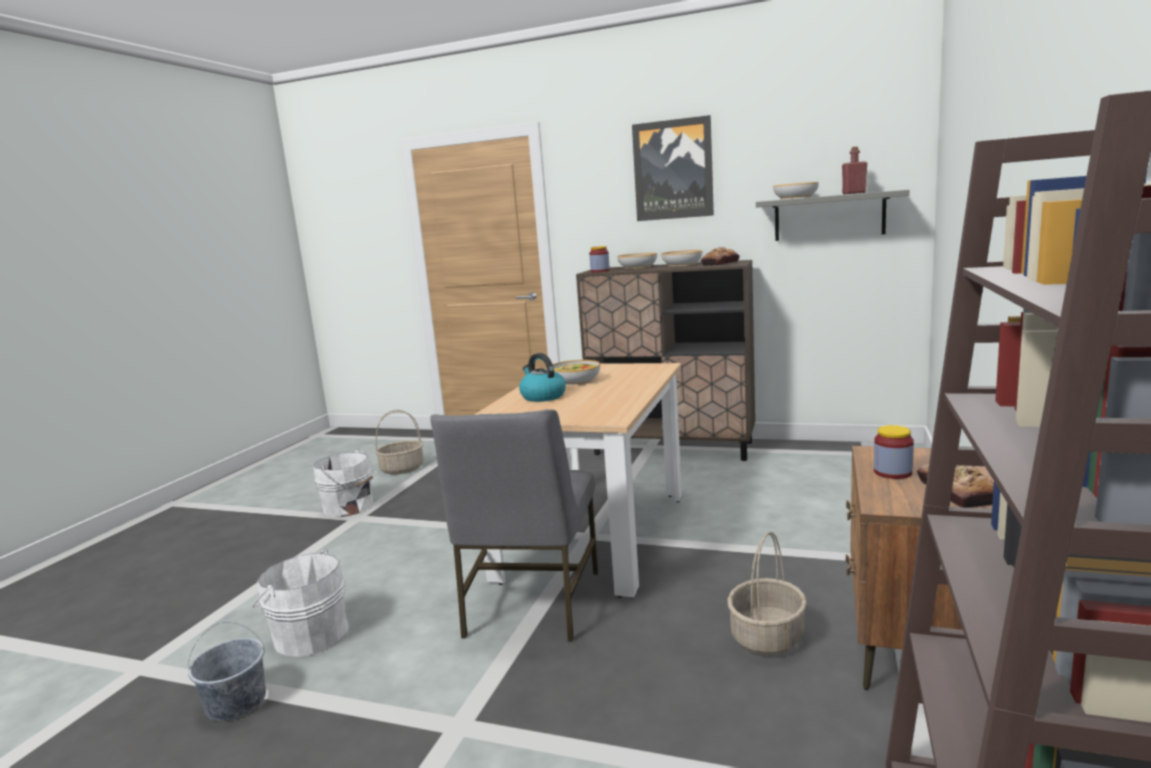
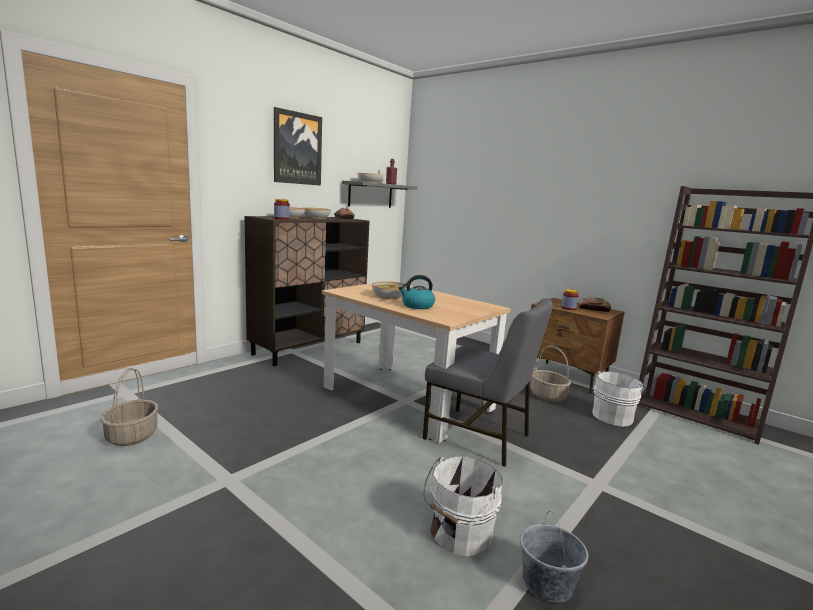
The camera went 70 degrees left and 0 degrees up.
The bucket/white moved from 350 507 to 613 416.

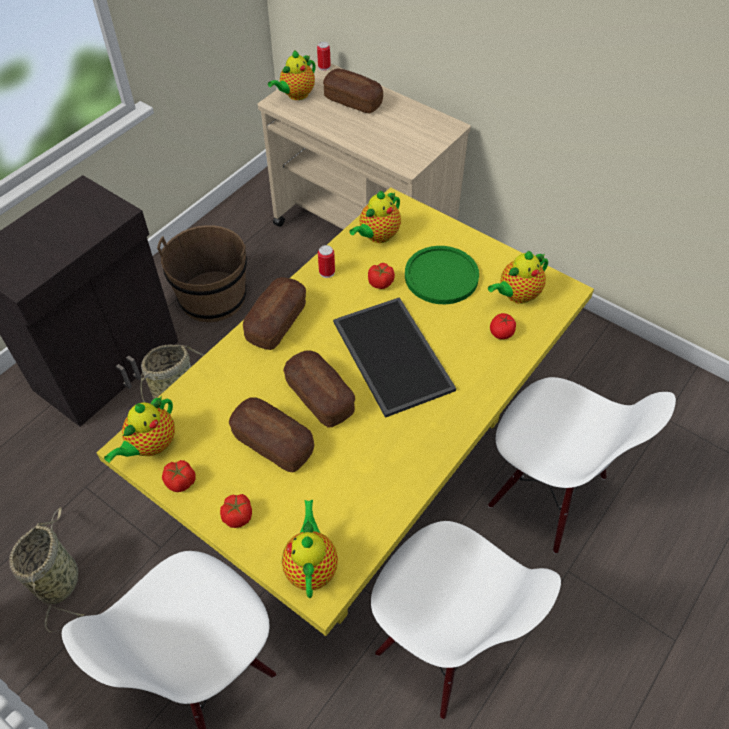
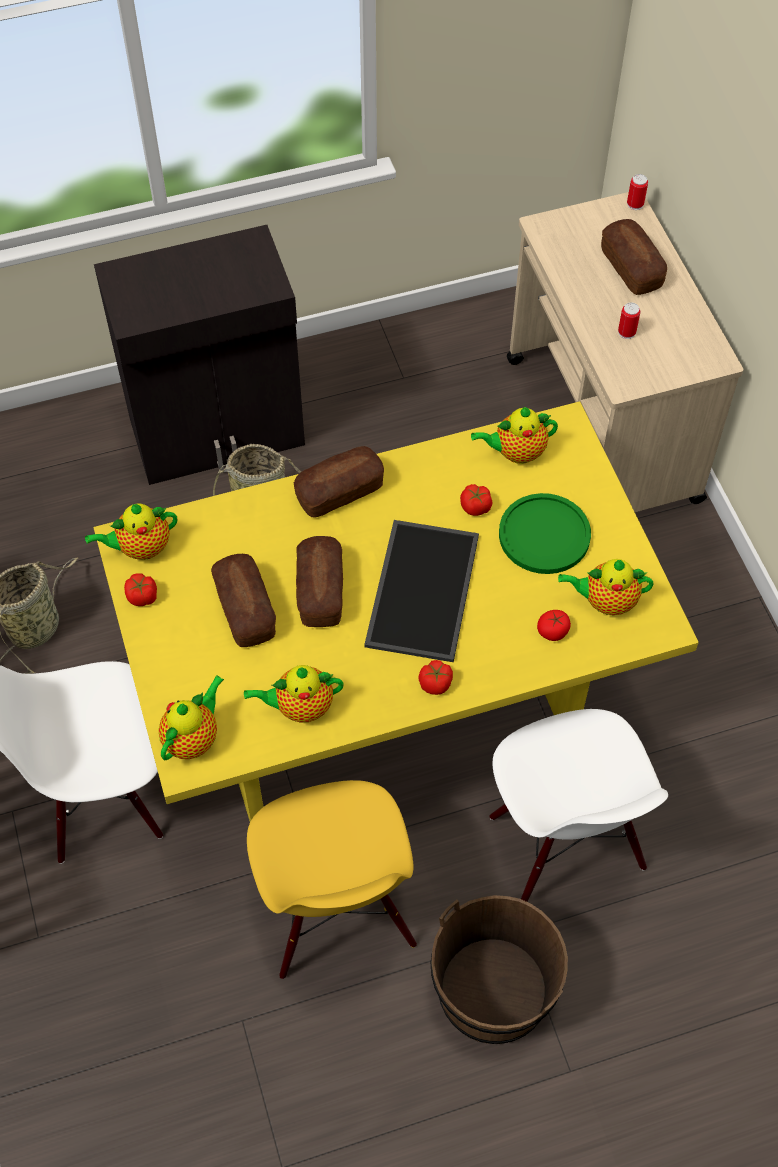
The camera went 35 degrees right and 5 degrees up.
The teapot moved from 296 95 to 300 707.
The bucket/brown moved from 213 297 to 493 991.
The can moved from 327 272 to 626 332.
The tomato moved from 238 516 to 435 683.
The chair/white at 444 642 became the chair/yellow at 336 914.

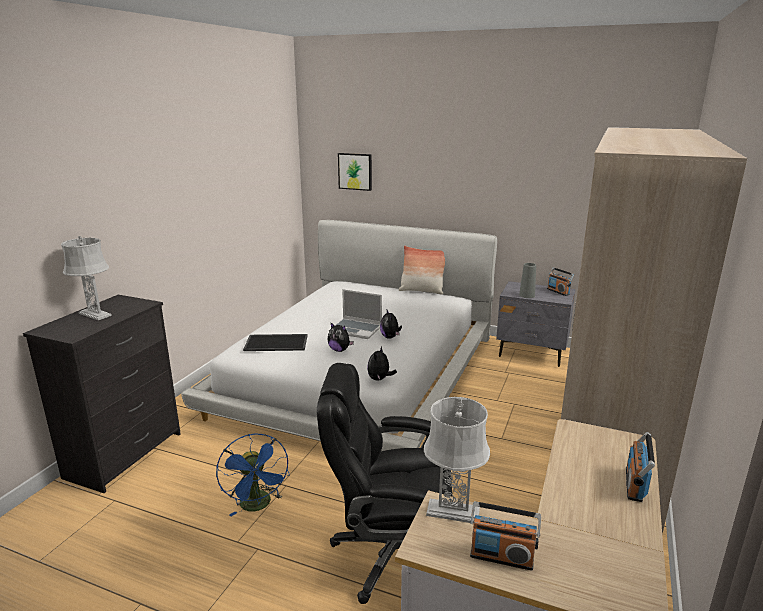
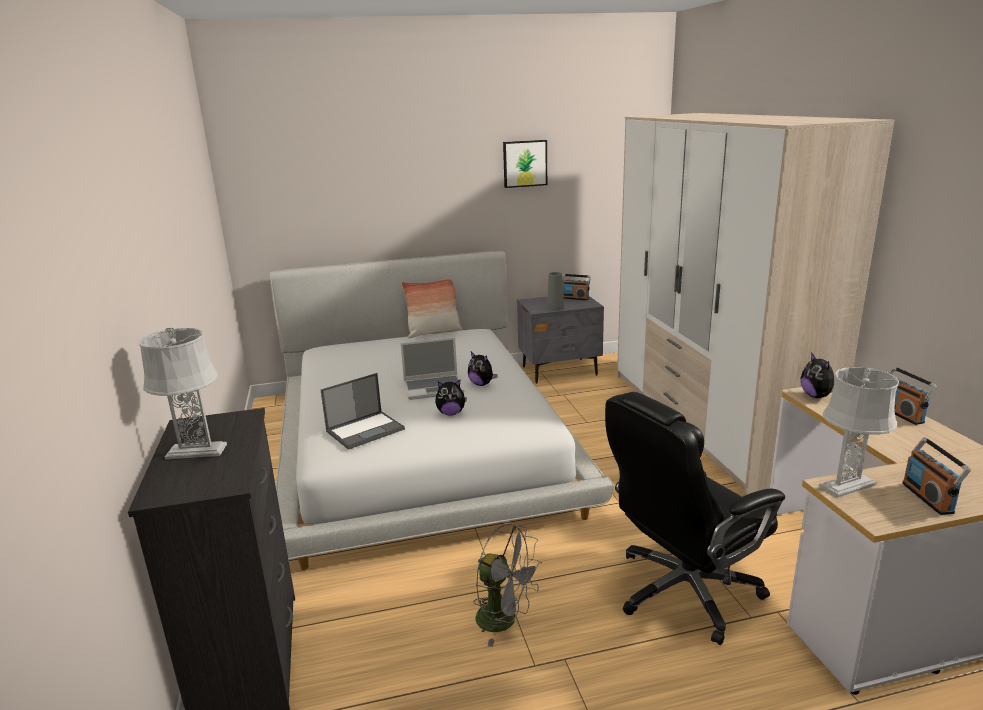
The camera went 35 degrees left and 0 degrees up.
The picture moved from 355 171 to 524 163.
The tray at 277 342 was replaced by the laptop at 366 430.
The plush toy moved from 379 379 to 817 396.
The fan/blue at 258 506 became the fan/grey at 505 620.
The radio at 501 557 turned 105 degrees clockwise.

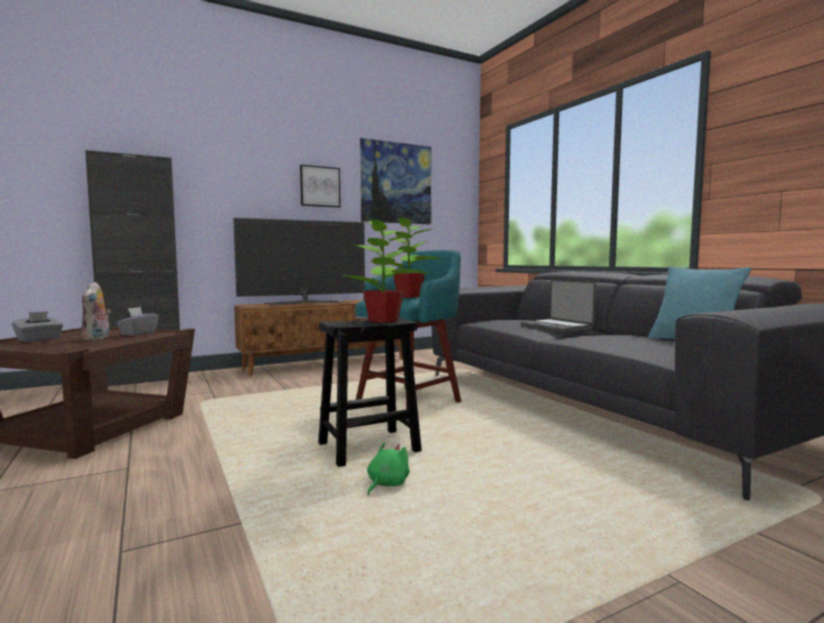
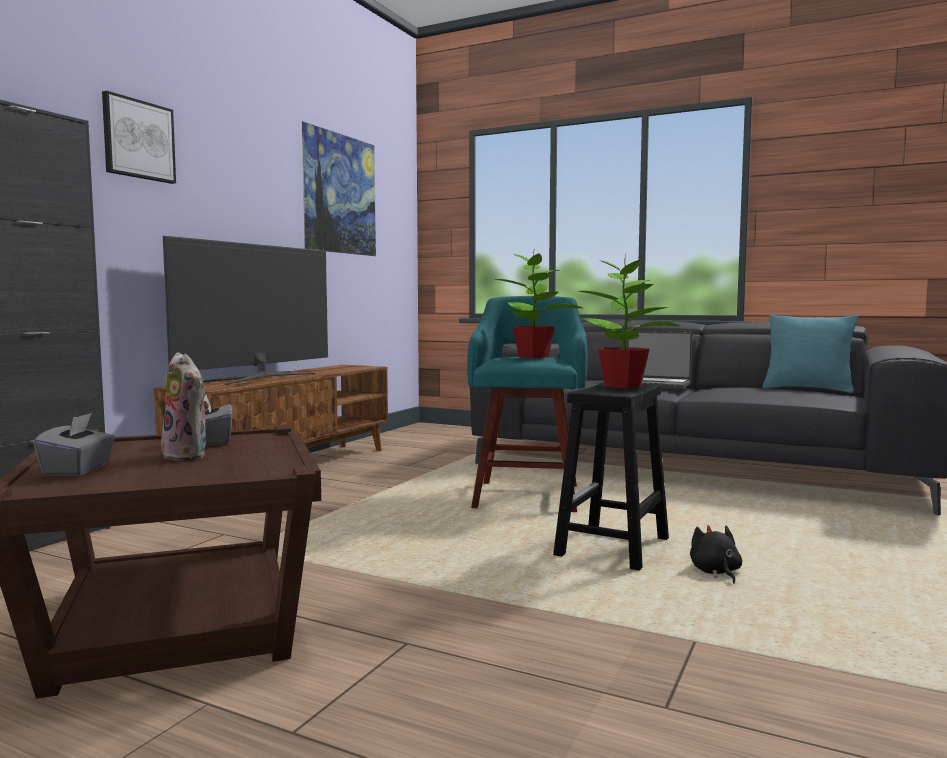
The camera went 35 degrees left and 0 degrees up.
The picture moved from 320 186 to 138 140.
The plush toy/green at 386 484 became the plush toy/black at 715 572.

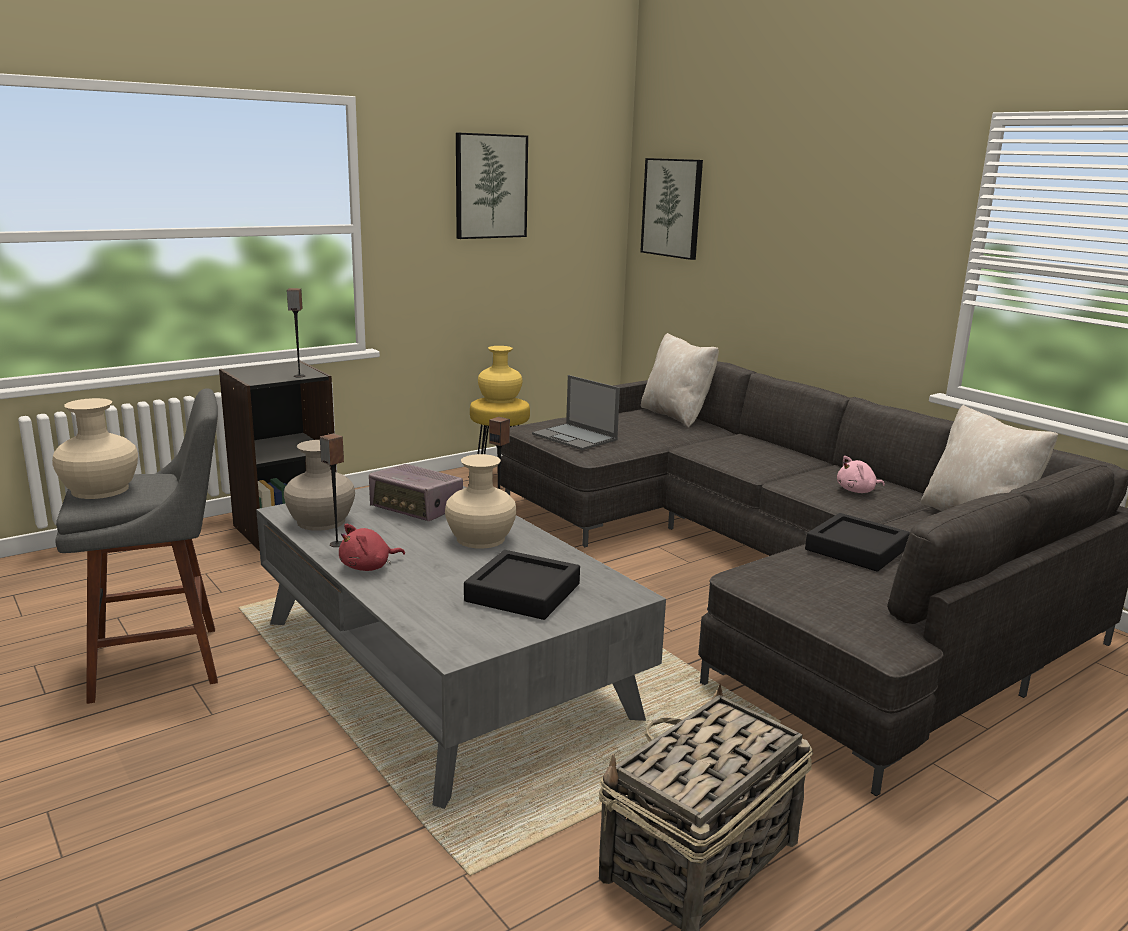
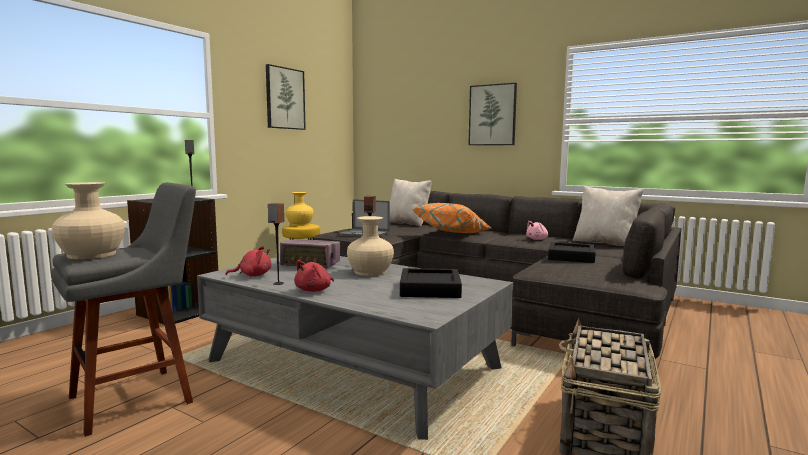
The camera went 20 degrees left and 10 degrees down.
The picture moved from 672 208 to 492 115.
The vase/beige at 321 521 was replaced by the plush toy/red at 253 275.
The pillow/orange at 453 233 appeared.

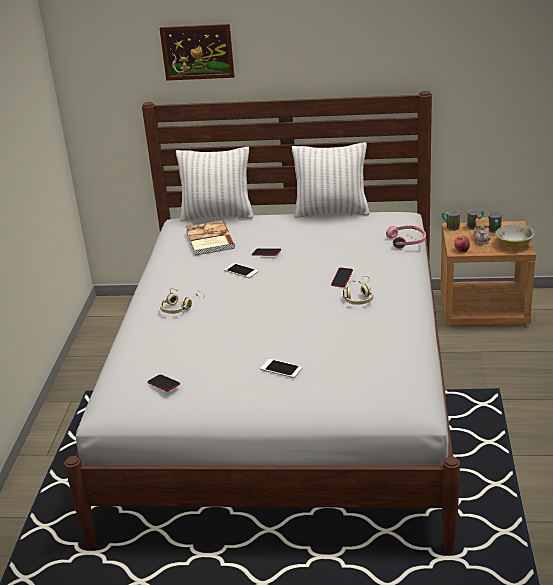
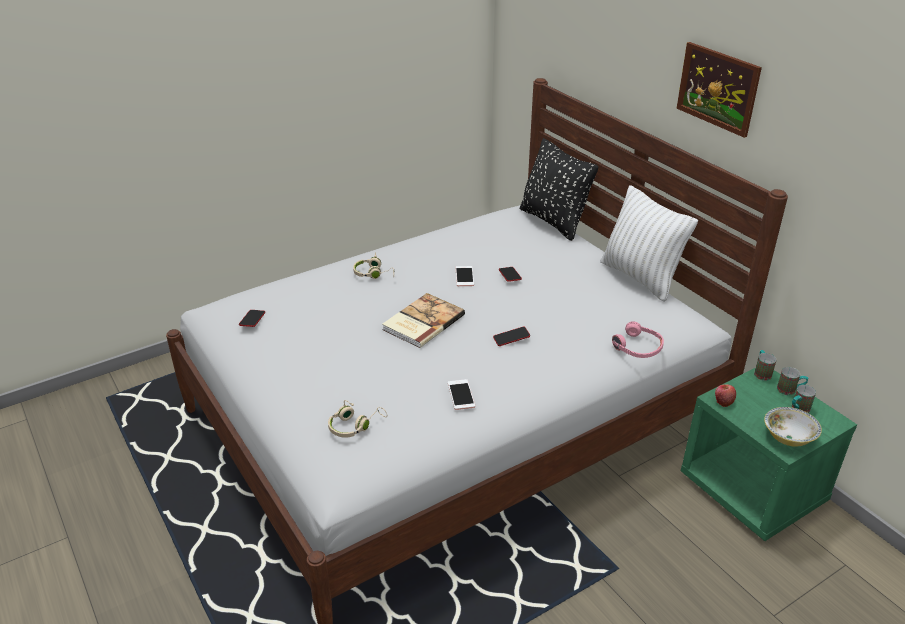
The camera went 50 degrees right and 5 degrees up.
The picture moved from 197 52 to 717 88.
The pillow/white at 217 215 became the pillow/black at 553 222.
The teapot at 481 239 disappeared.
The book moved from 209 240 to 422 322.
The nightstand/brown at 484 309 became the nightstand/green at 753 490.
The headphones/beige moved from 359 297 to 355 425.
The phone moved from 281 369 to 461 395.

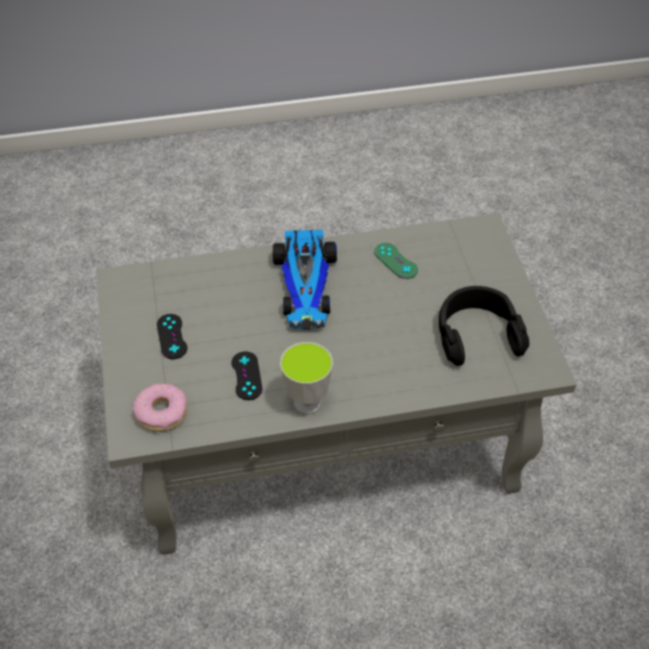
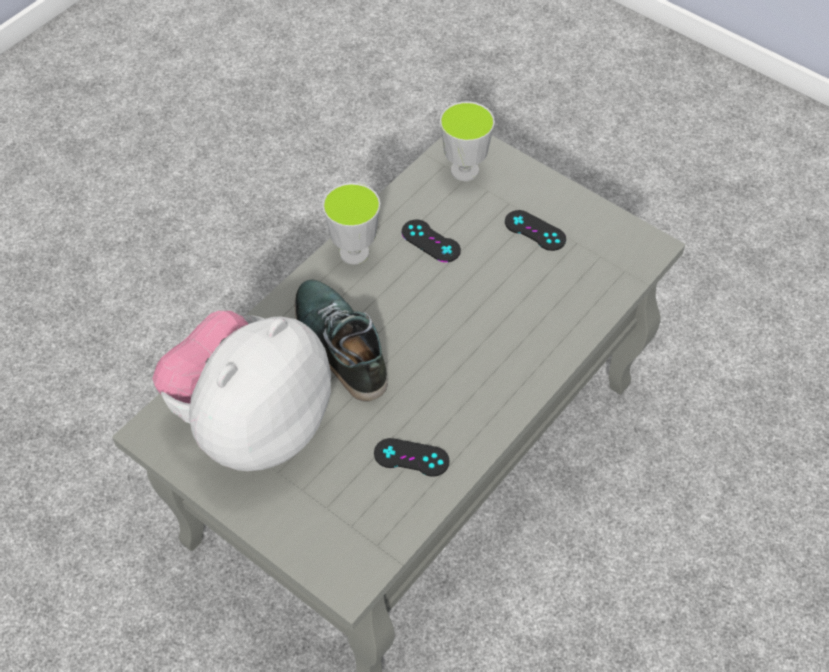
The camera went 140 degrees right and 5 degrees up.
The toy car at 306 286 disappeared.
The game controller/green at 395 261 became the game controller/black at 411 457.
The headphones/black at 477 334 was replaced by the plush toy at 252 425.
The donut at 161 413 was replaced by the cup at 464 170.
The shoe at 338 345 appeared.

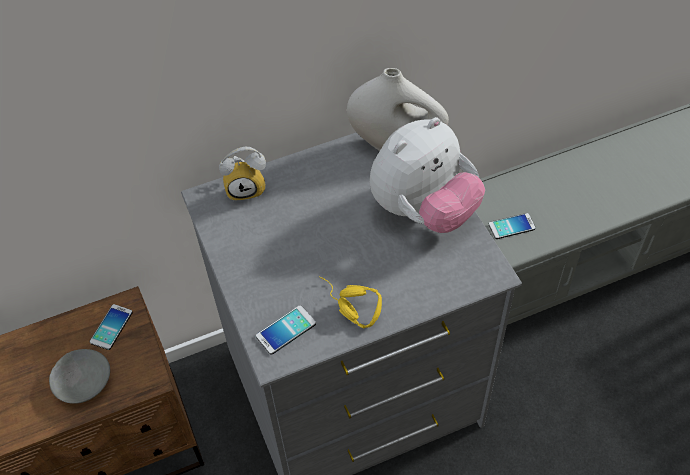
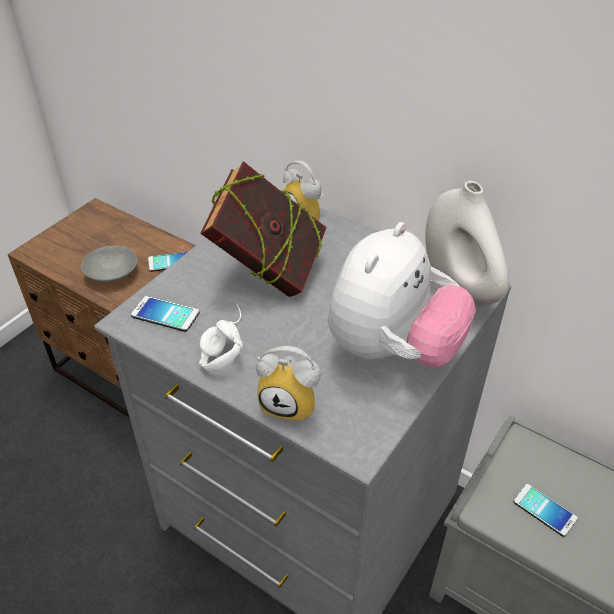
The camera went 55 degrees right and 10 degrees down.
The plush toy at 424 210 turned 75 degrees counterclockwise.
The headphones/yellow at 346 307 became the headphones/white at 221 344.
The book at 268 273 appeared.
The alarm clock at 291 403 appeared.

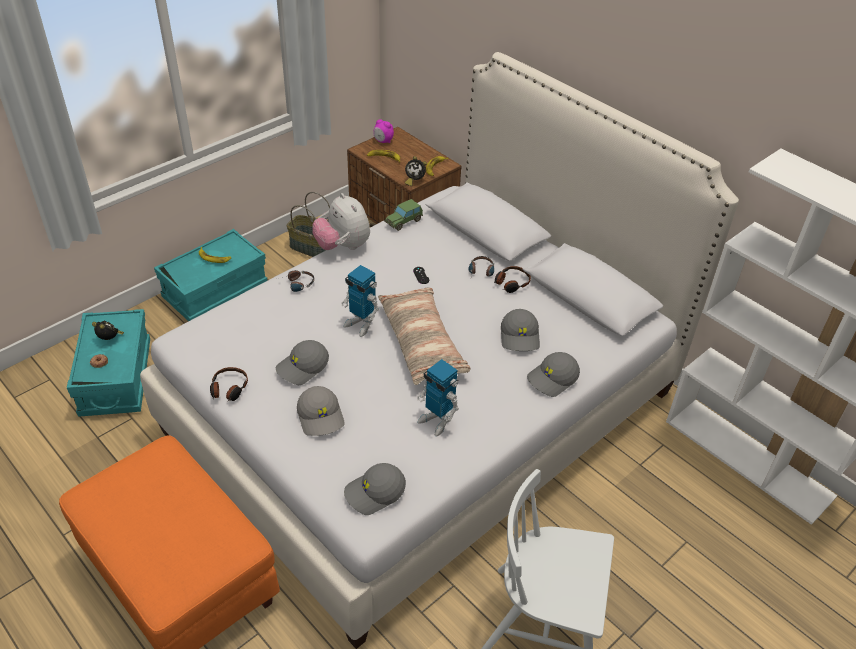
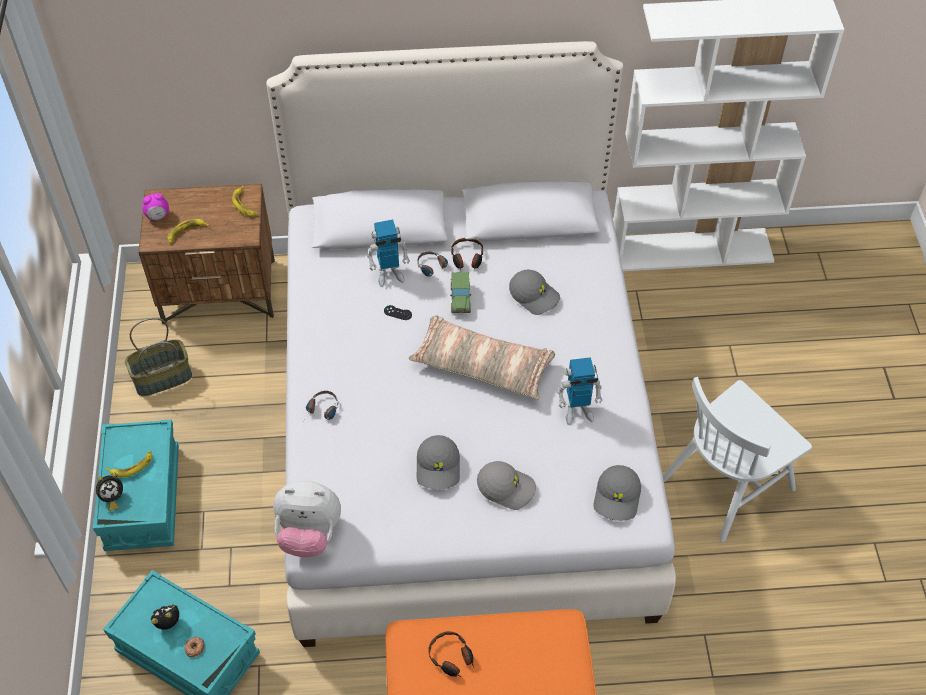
The camera went 50 degrees left and 10 degrees up.
The alarm clock moved from 414 181 to 112 498.
The plush toy moved from 343 246 to 309 534.
The toy car moved from 404 221 to 460 298.
The toy robot moved from 360 324 to 389 274.
The cap/grey at 553 379 disappeared.
The headphones moved from 229 389 to 451 657.

